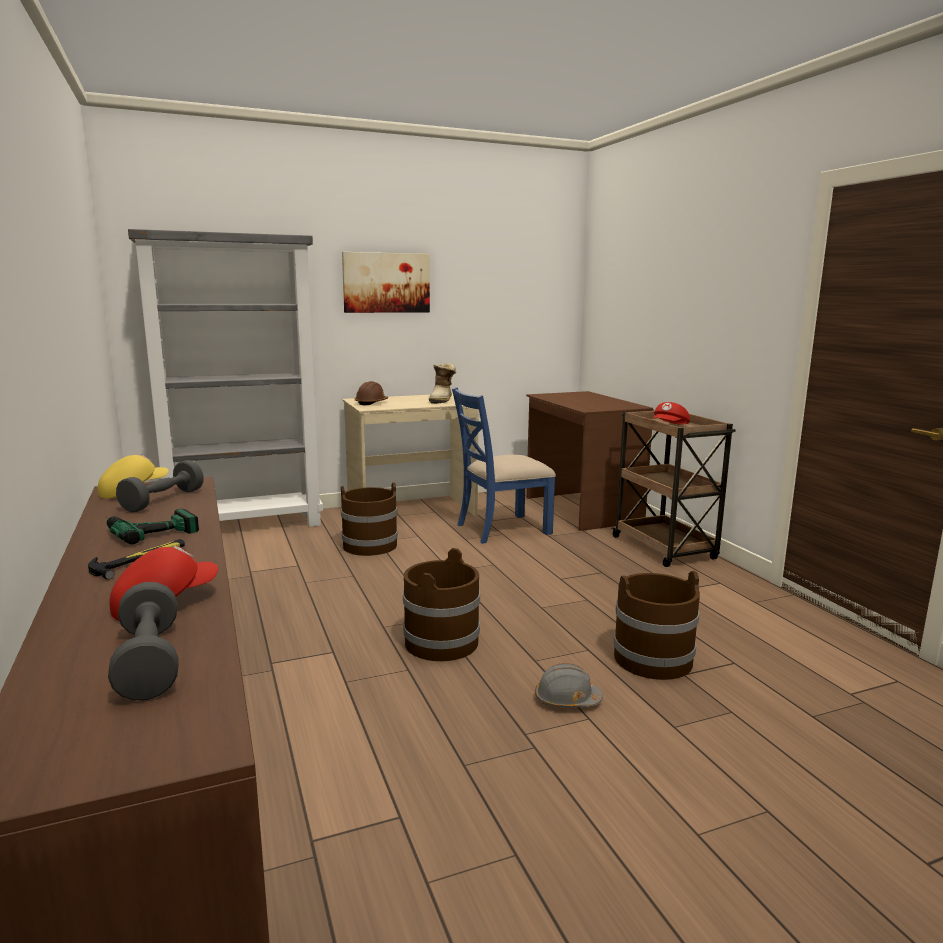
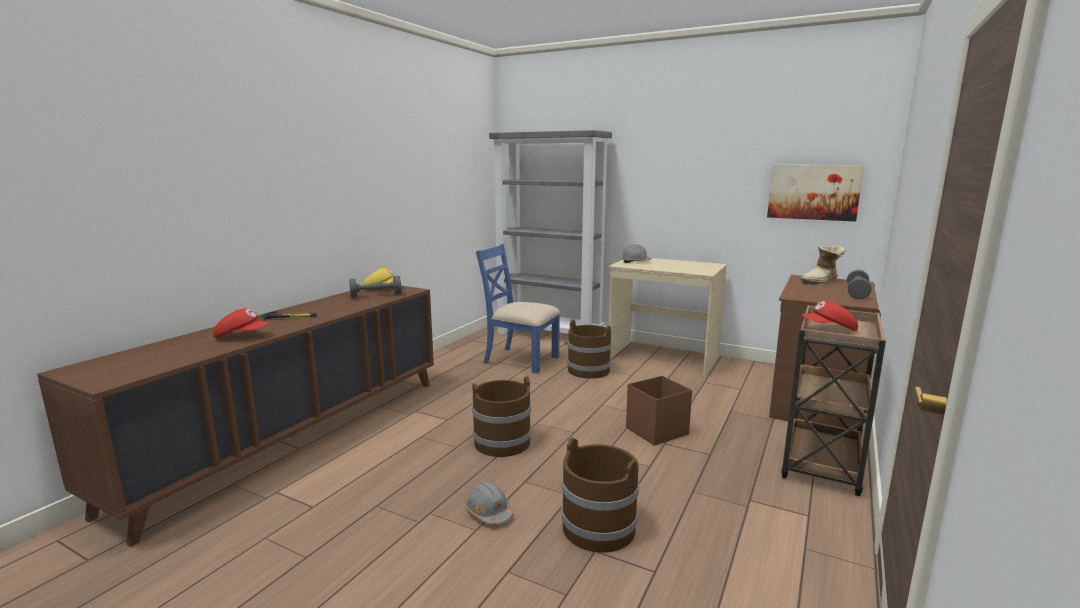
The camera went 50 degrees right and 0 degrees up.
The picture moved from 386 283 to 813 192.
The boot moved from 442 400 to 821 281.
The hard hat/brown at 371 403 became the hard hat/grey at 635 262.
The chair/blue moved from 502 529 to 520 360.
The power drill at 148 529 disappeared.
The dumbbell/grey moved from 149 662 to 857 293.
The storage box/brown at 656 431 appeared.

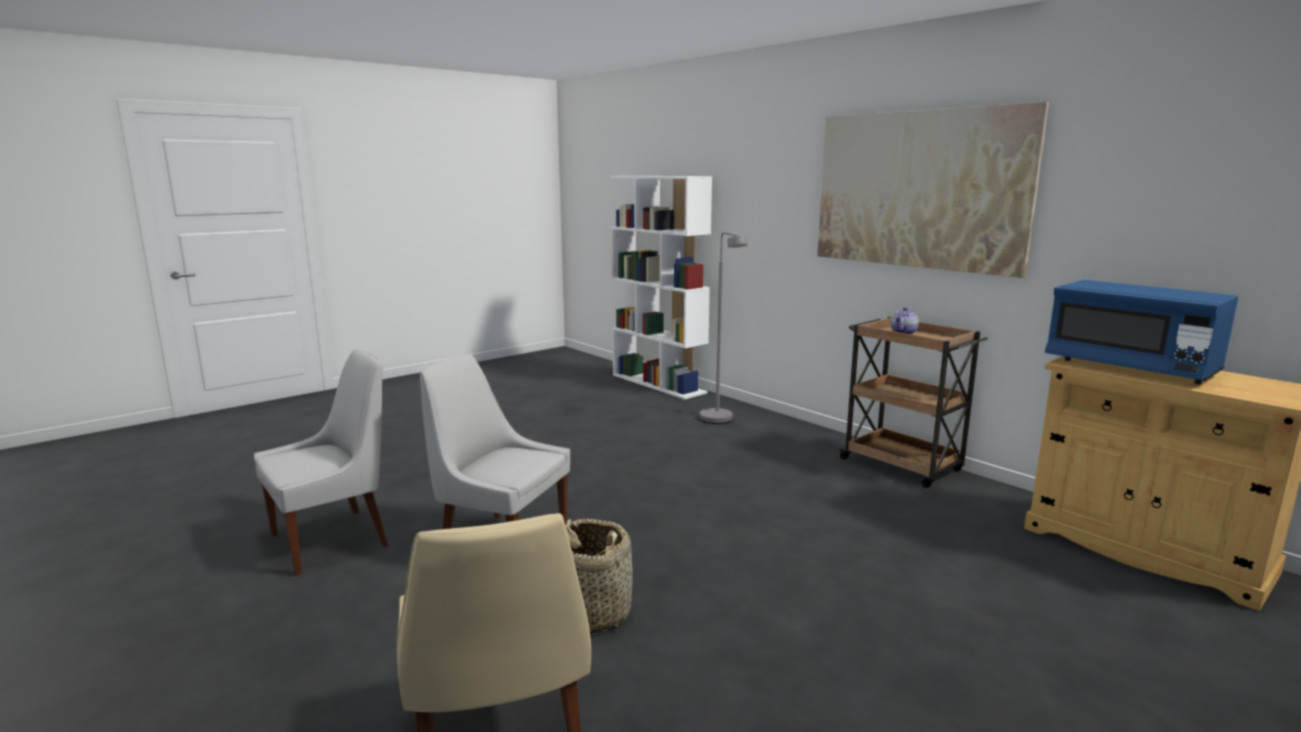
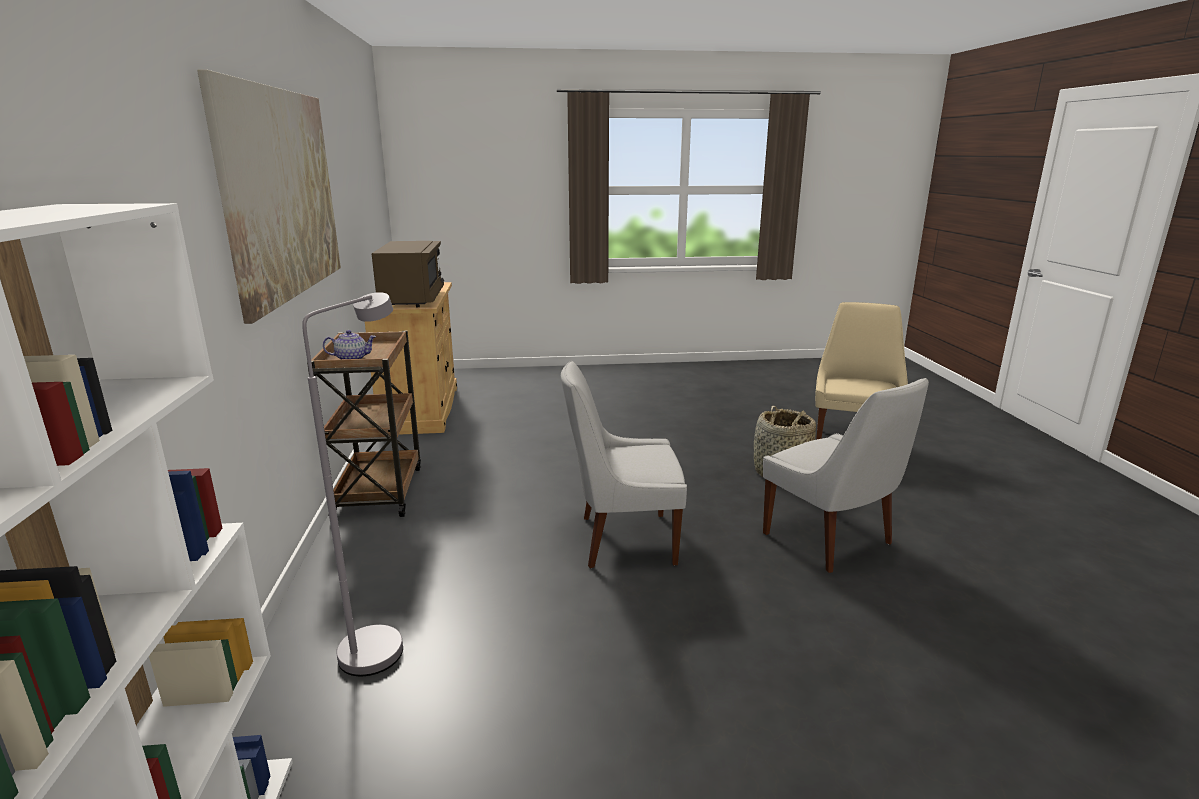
The camera went 145 degrees left and 5 degrees up.
The microwave/blue at 1130 368 became the microwave/brown at 412 299.
The chair/white moved from 335 539 to 622 540.

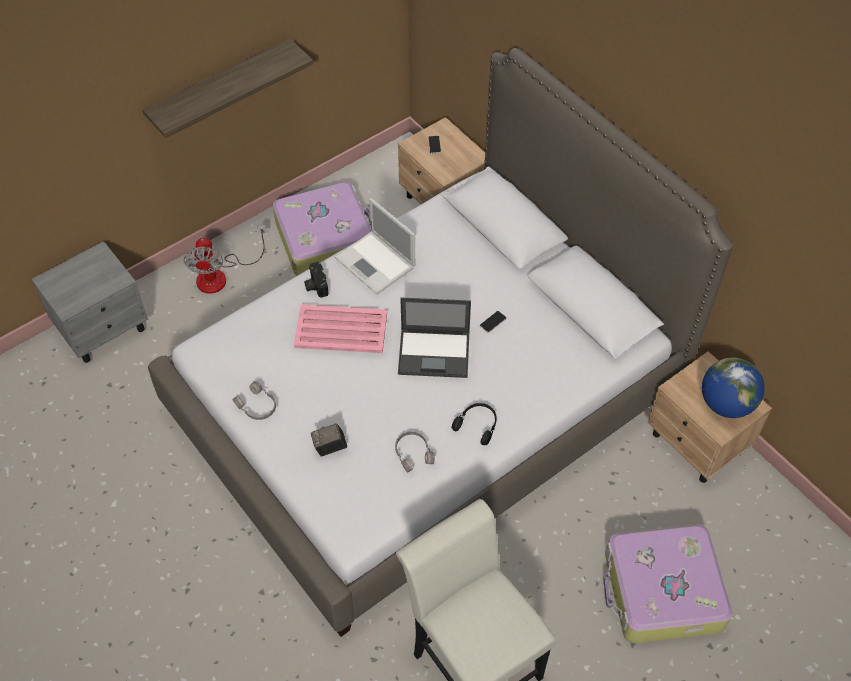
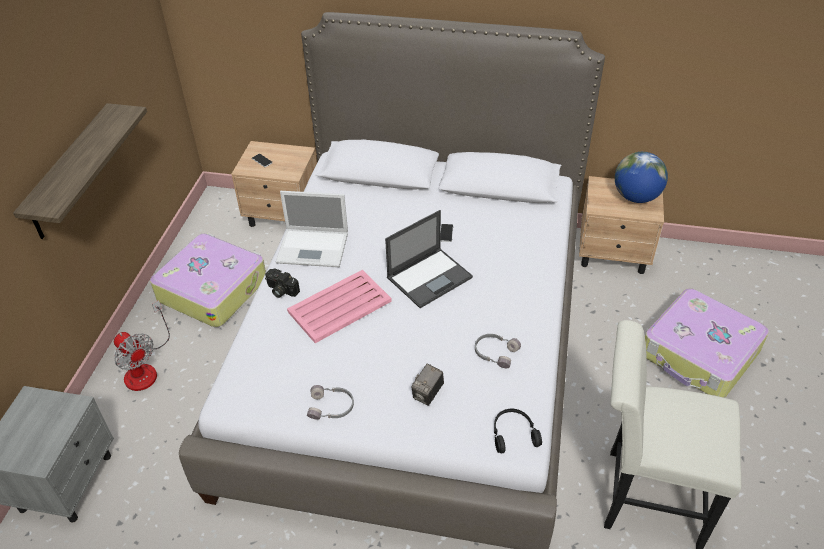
The camera went 40 degrees left and 10 degrees down.
The headphones/black moved from 477 425 to 513 434.

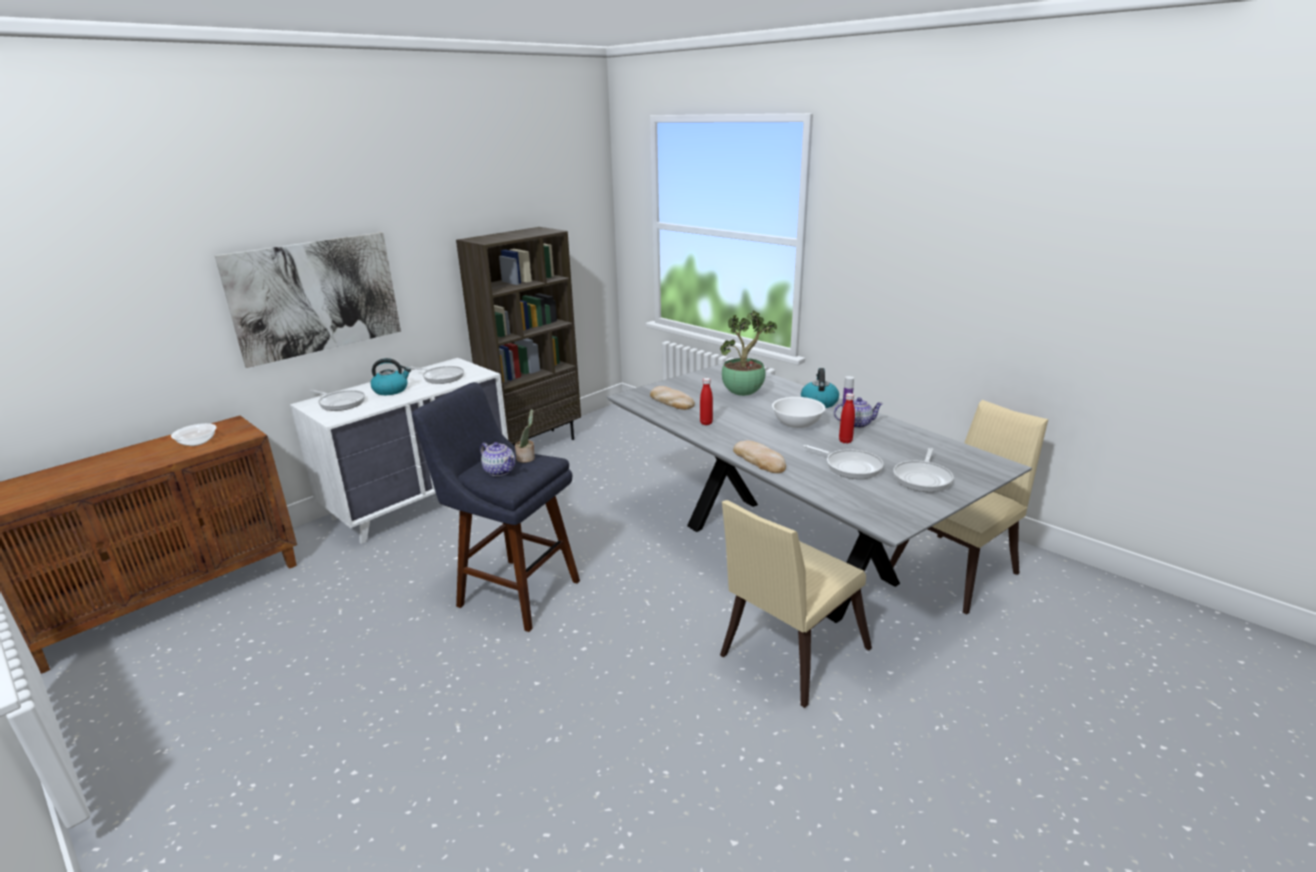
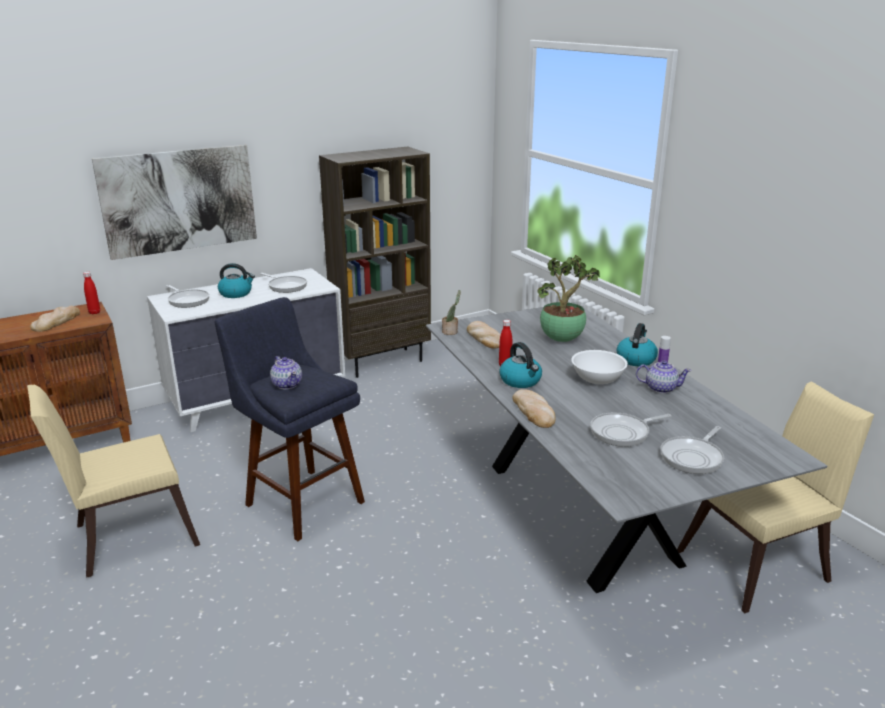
The camera went 15 degrees right and 0 degrees up.
The bottle/red moved from 845 441 to 94 312.
The potted plant moved from 527 458 to 451 332.
The bowl at 197 442 was replaced by the bread at 56 321.
The frying pan at 850 467 turned 105 degrees clockwise.
The chair/beige moved from 787 655 to 127 537.
The kettle at 521 381 appeared.

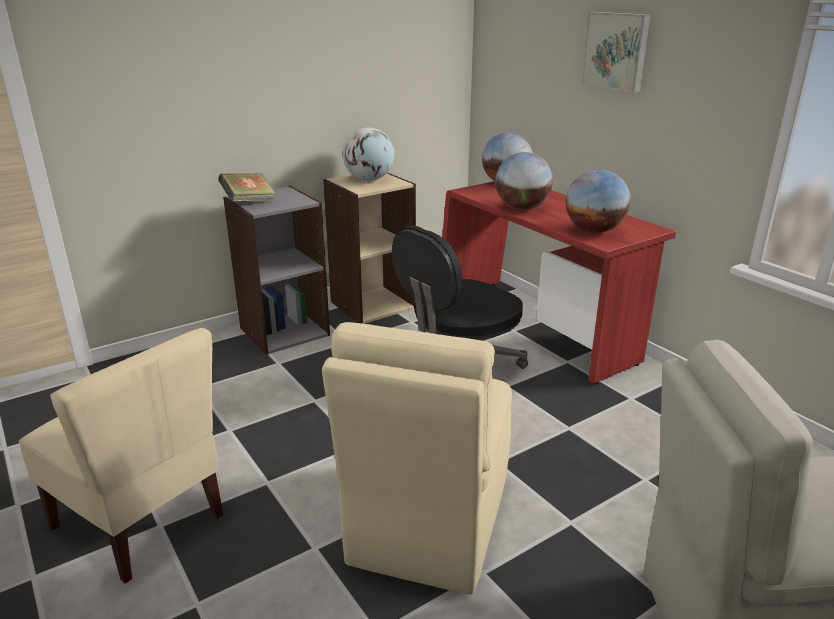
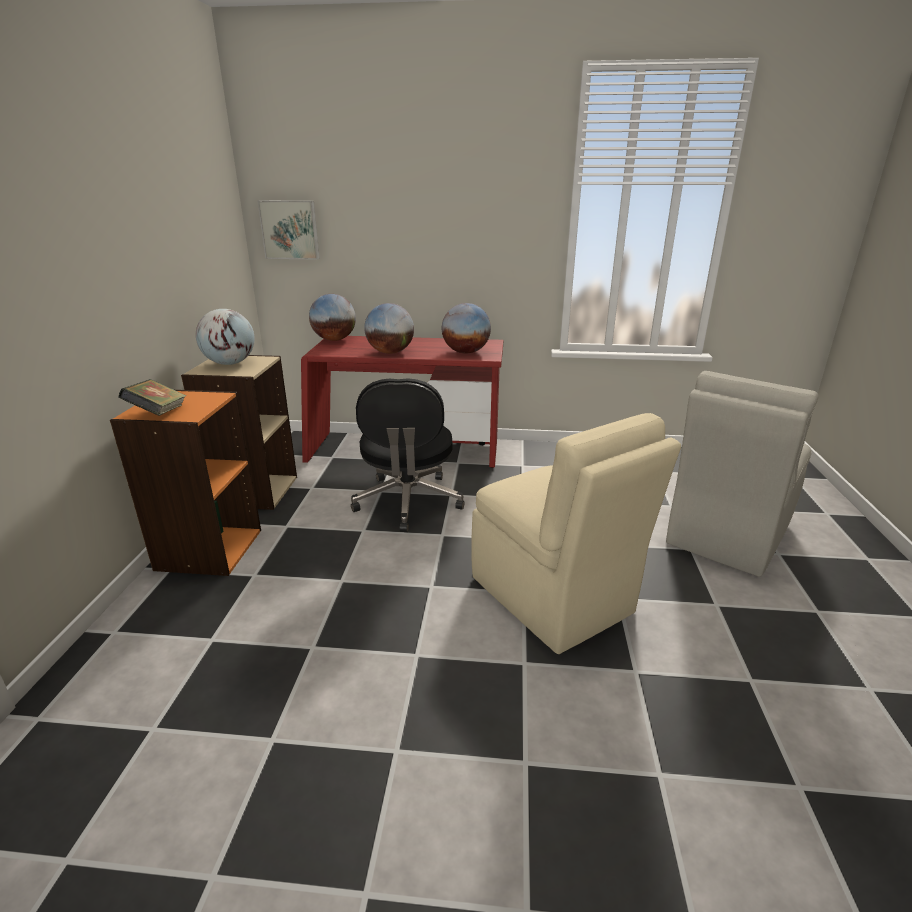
The camera went 50 degrees left and 0 degrees up.
The picture moved from 616 51 to 290 229.
The bookcase/grey at 284 331 became the bookcase/orange at 208 549.
The chair/beige at 141 521 disappeared.

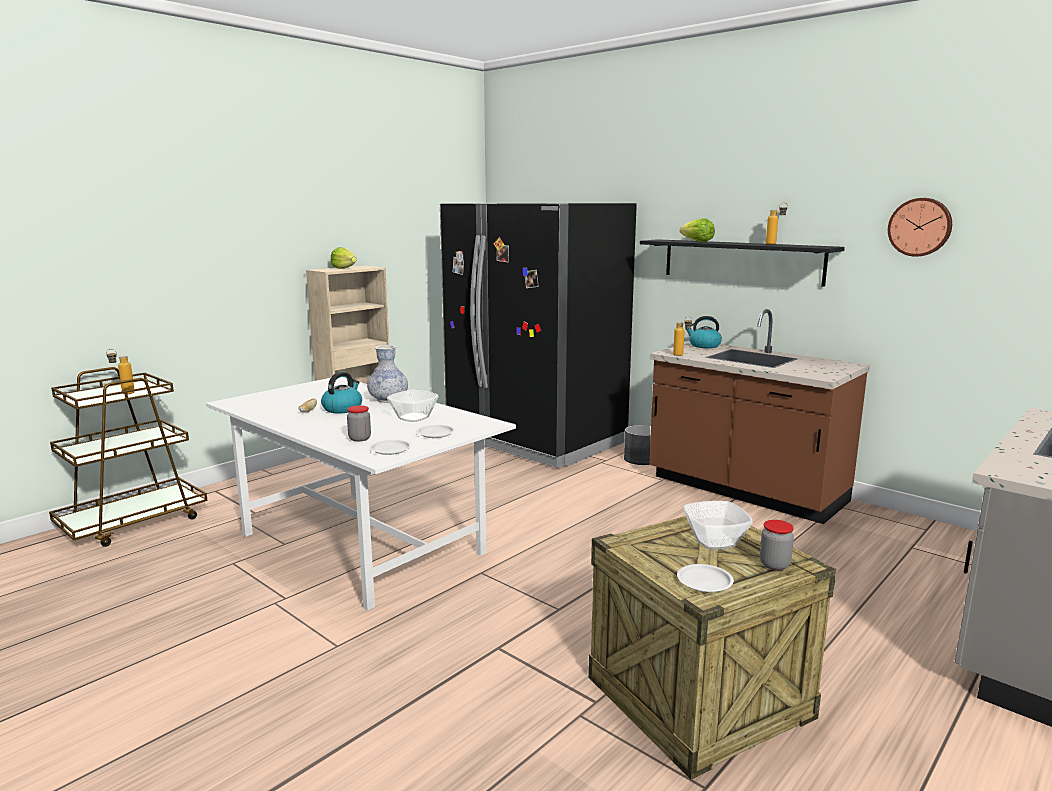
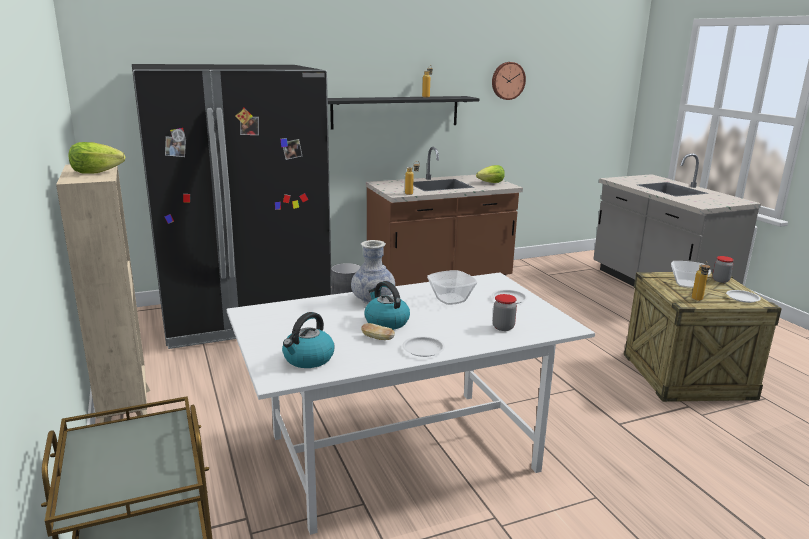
The camera went 65 degrees left and 5 degrees up.
The lettuce moved from 697 241 to 491 183.
The kettle moved from 704 346 to 308 359.
The bottle moved from 123 393 to 697 300.
The plate/white moved from 390 450 to 423 349.

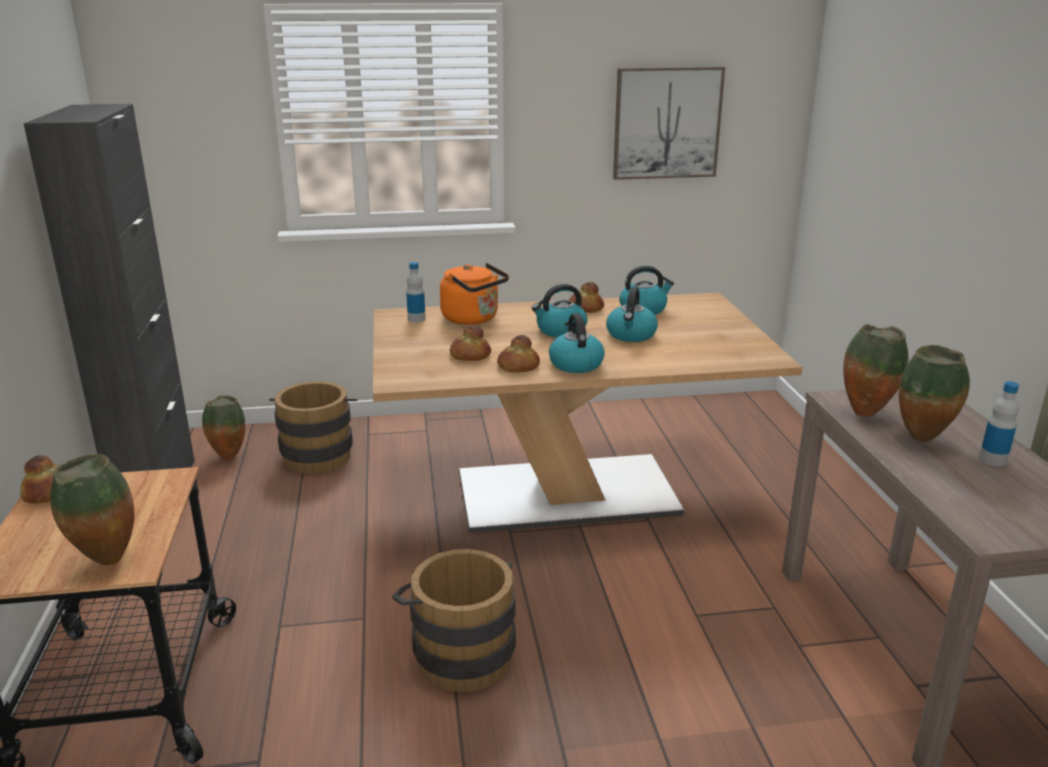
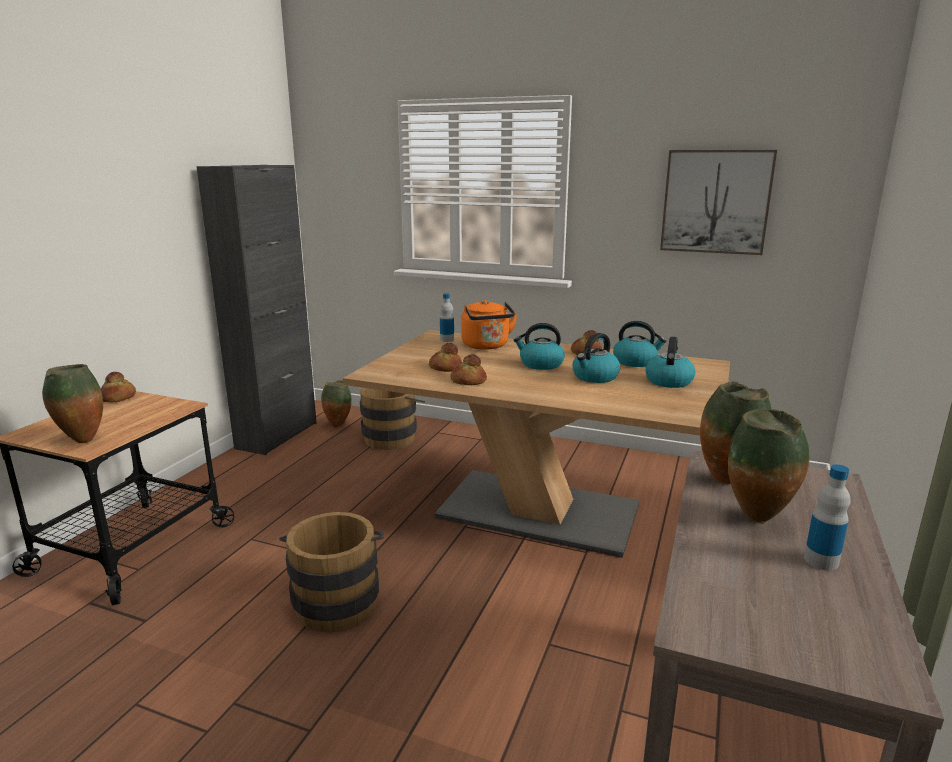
The camera went 30 degrees right and 5 degrees down.
The kettle moved from 575 364 to 668 381.

